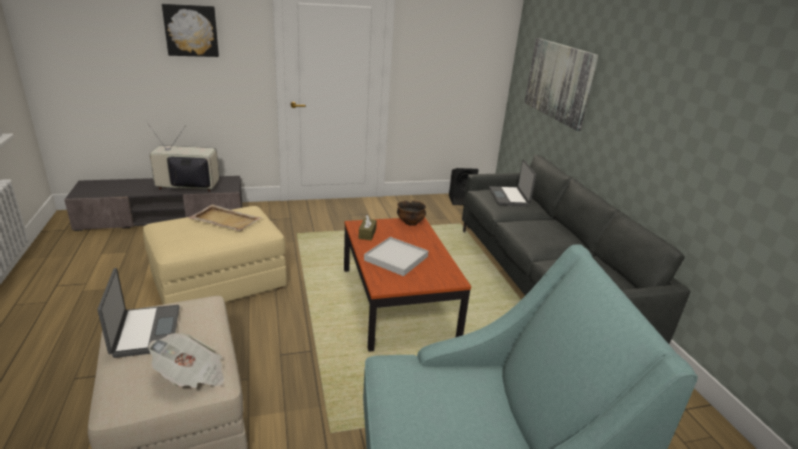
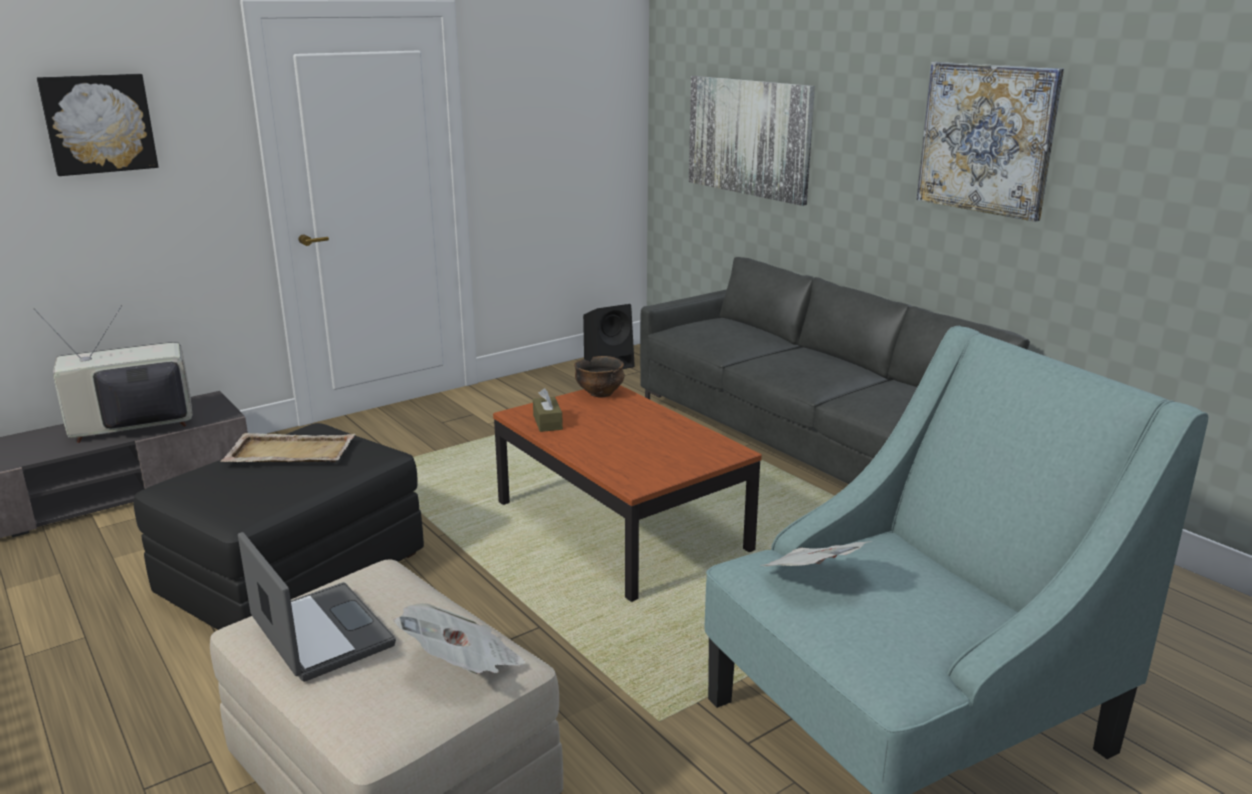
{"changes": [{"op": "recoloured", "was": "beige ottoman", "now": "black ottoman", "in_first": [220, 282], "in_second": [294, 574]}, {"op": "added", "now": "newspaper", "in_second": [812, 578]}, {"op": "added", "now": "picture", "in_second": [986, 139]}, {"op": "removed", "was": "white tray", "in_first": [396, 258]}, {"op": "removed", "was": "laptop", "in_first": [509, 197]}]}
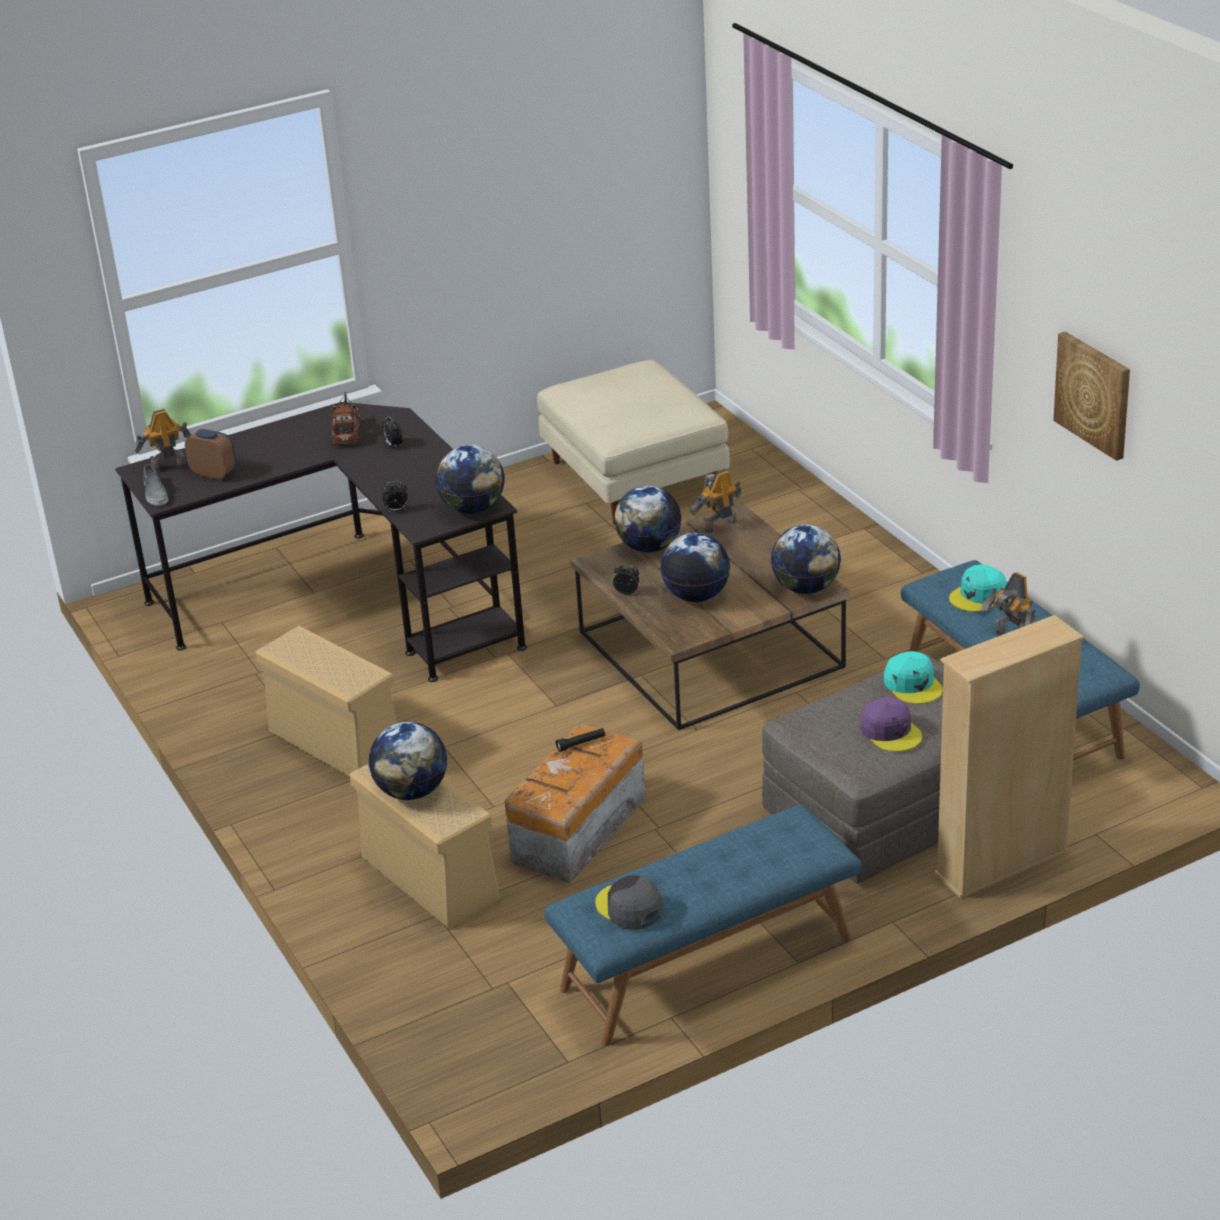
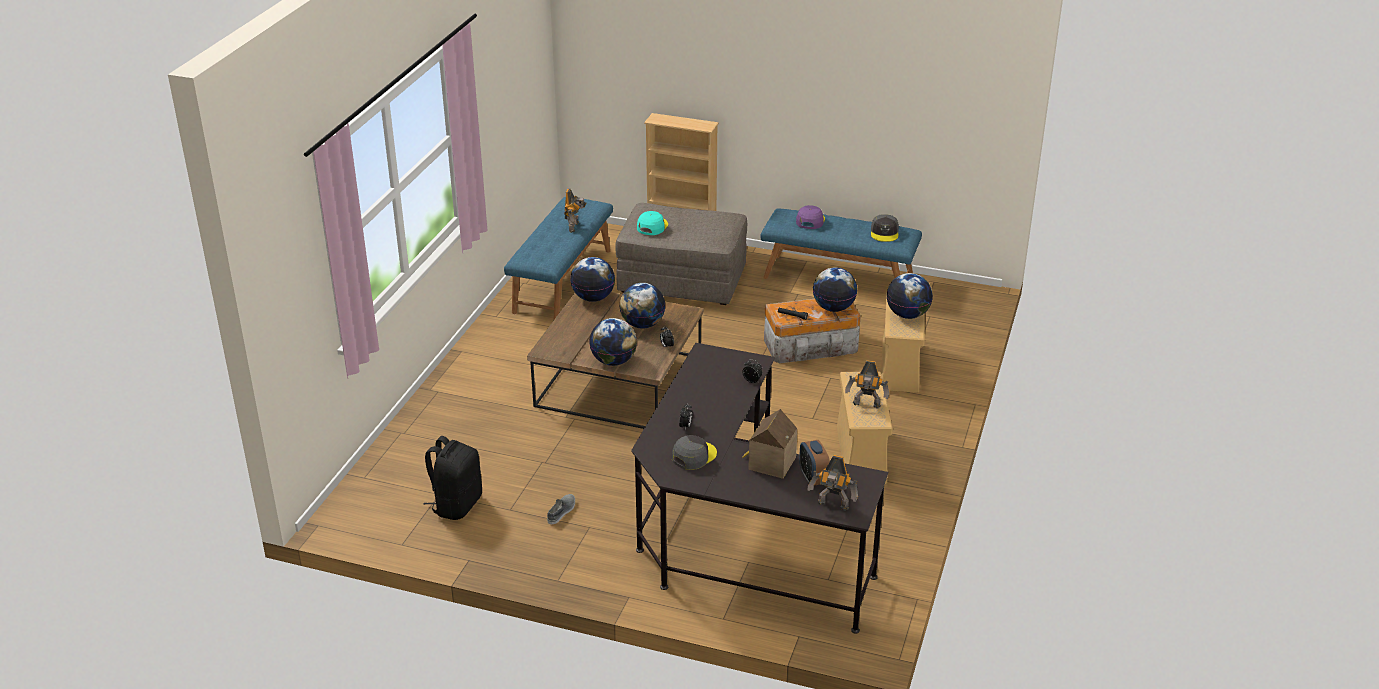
{"changes": [{"op": "replaced", "was": "beige ottoman", "now": "black backpack", "in_first": [636, 479], "in_second": [456, 505]}, {"op": "moved", "was": "grey shoe", "in_first": [155, 493], "in_second": [561, 511]}, {"op": "replaced", "was": "toy truck", "now": "grey cap", "in_first": [347, 432], "in_second": [693, 456]}, {"op": "added", "now": "toy house", "in_second": [769, 463]}, {"op": "moved", "was": "purple cap", "in_first": [890, 731], "in_second": [810, 221]}, {"op": "moved", "was": "globe", "in_first": [473, 509], "in_second": [833, 308]}, {"op": "moved", "was": "toy robot", "in_first": [718, 525], "in_second": [866, 405]}, {"op": "removed", "was": "turquoise cap", "in_first": [979, 596]}, {"op": "removed", "was": "picture", "in_first": [1094, 394]}]}
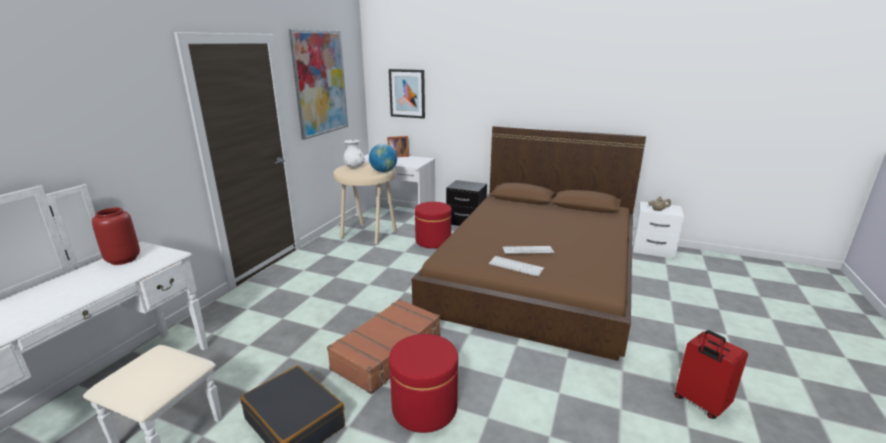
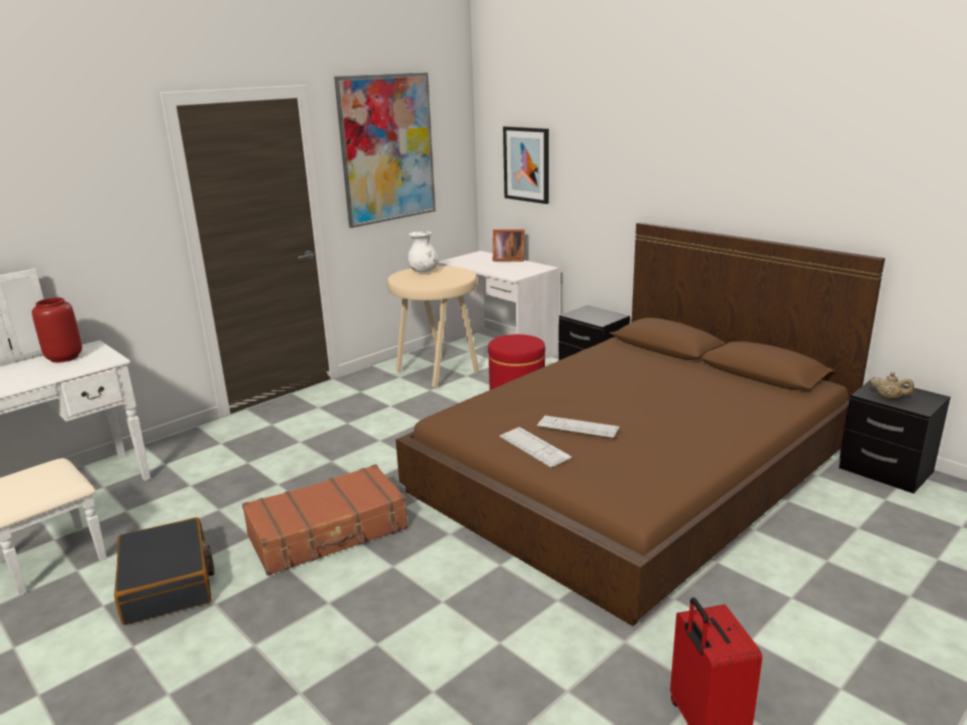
{"changes": [{"op": "recoloured", "was": "white nightstand", "now": "black nightstand", "in_first": [653, 250], "in_second": [884, 471]}, {"op": "removed", "was": "globe", "in_first": [383, 171]}, {"op": "removed", "was": "red ottoman", "in_first": [424, 407]}]}
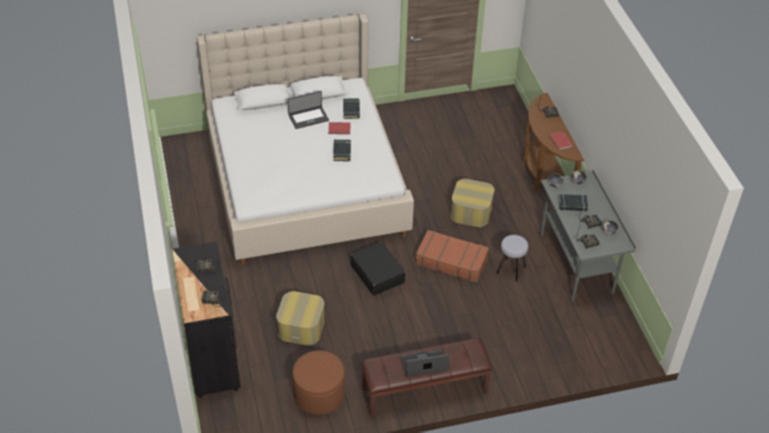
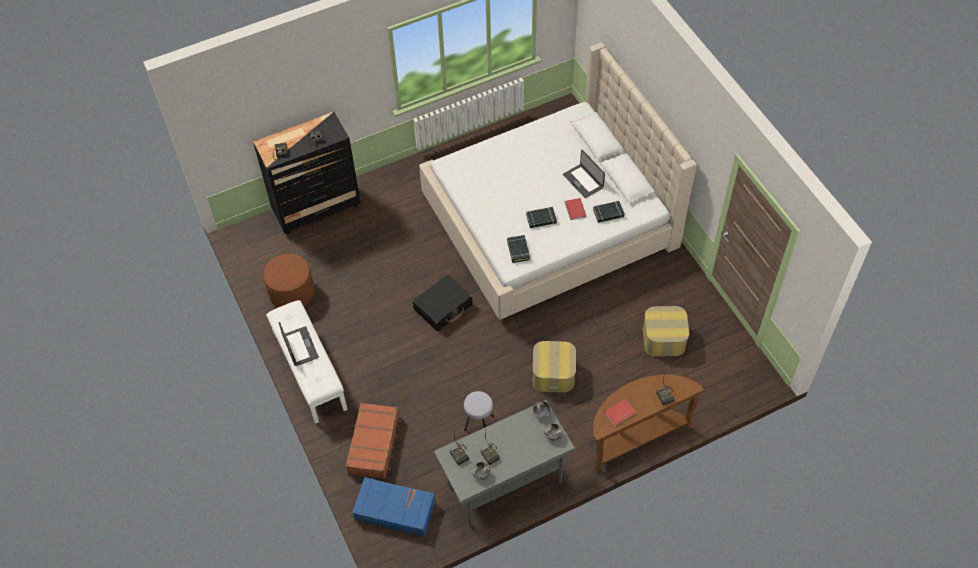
{"changes": [{"op": "recoloured", "was": "brown bench", "now": "white bench", "in_first": [424, 391], "in_second": [309, 372]}, {"op": "moved", "was": "brown suitcase", "in_first": [451, 261], "in_second": [374, 444]}, {"op": "added", "now": "blue suitcase", "in_second": [395, 510]}, {"op": "moved", "was": "black book", "in_first": [572, 204], "in_second": [518, 250]}, {"op": "moved", "was": "ottoman", "in_first": [301, 327], "in_second": [664, 338]}]}
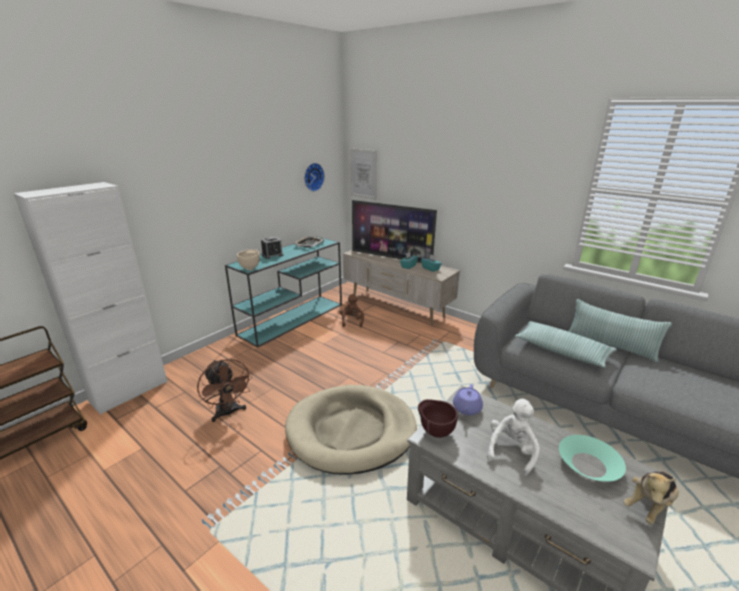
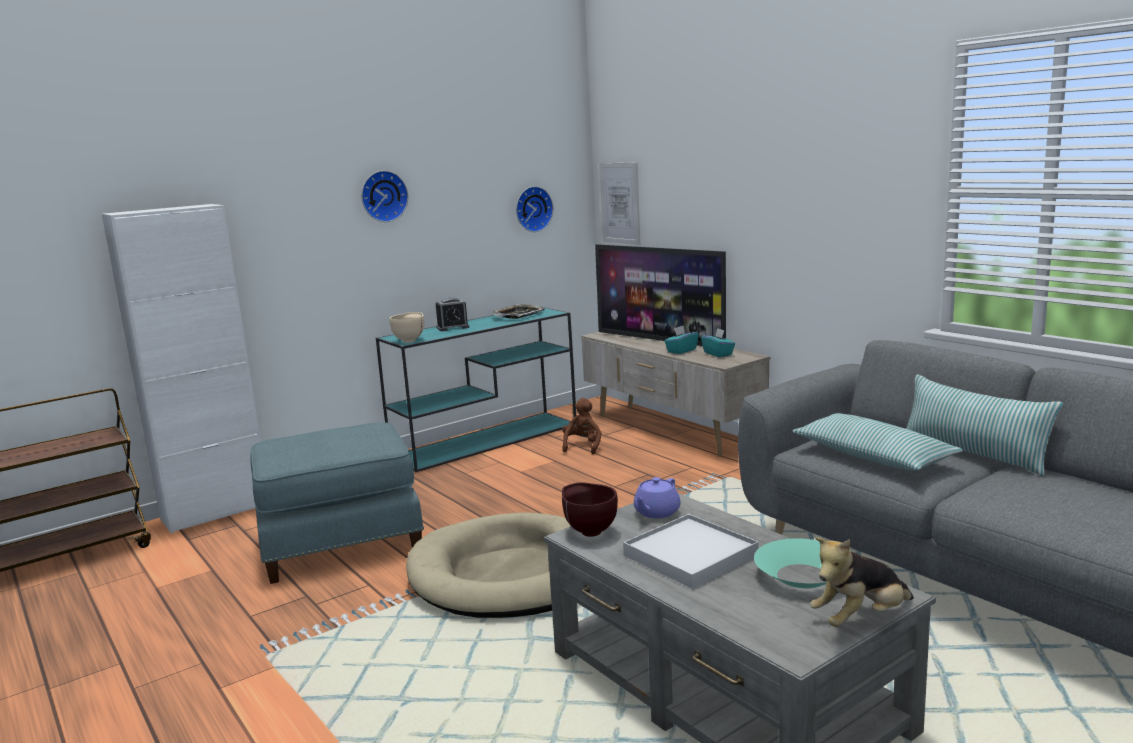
{"changes": [{"op": "replaced", "was": "brown fan", "now": "blue ottoman", "in_first": [228, 413], "in_second": [341, 543]}, {"op": "added", "now": "wall clock", "in_second": [383, 196]}, {"op": "replaced", "was": "white plush toy", "now": "white tray", "in_first": [511, 450], "in_second": [691, 555]}]}
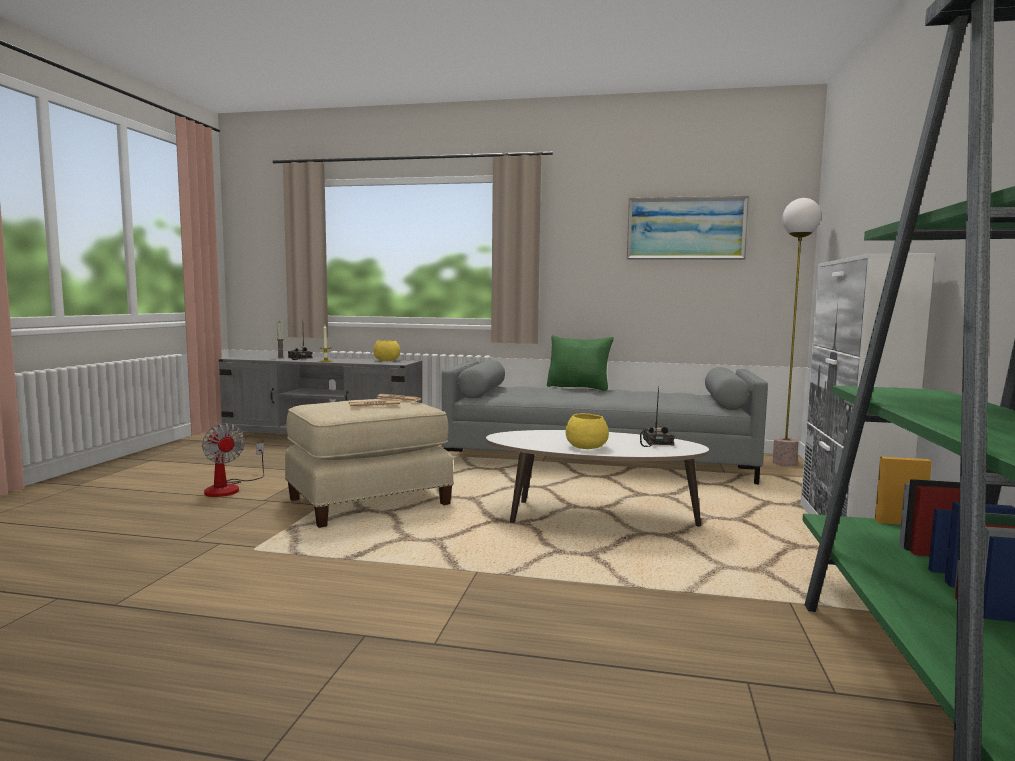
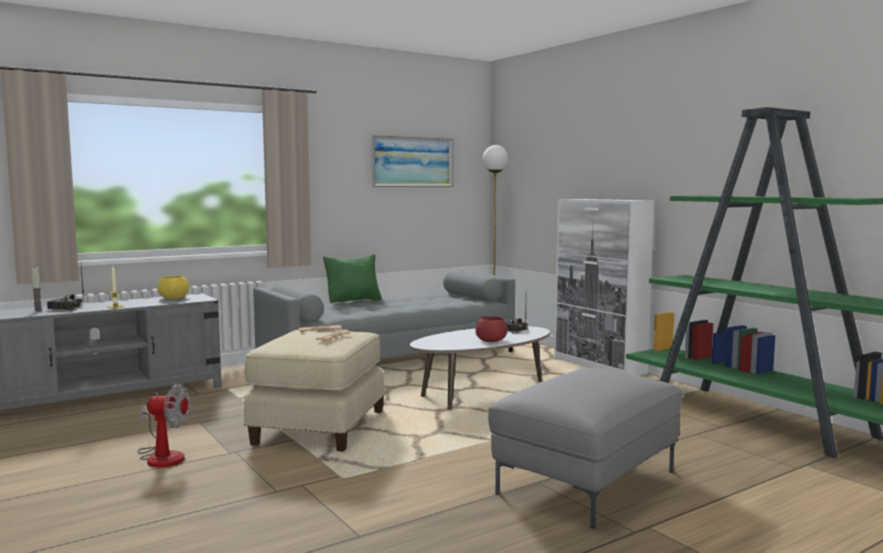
{"changes": [{"op": "recoloured", "was": "yellow bowl", "now": "red bowl", "in_first": [585, 447], "in_second": [490, 340]}, {"op": "added", "now": "grey ottoman", "in_second": [586, 481]}]}
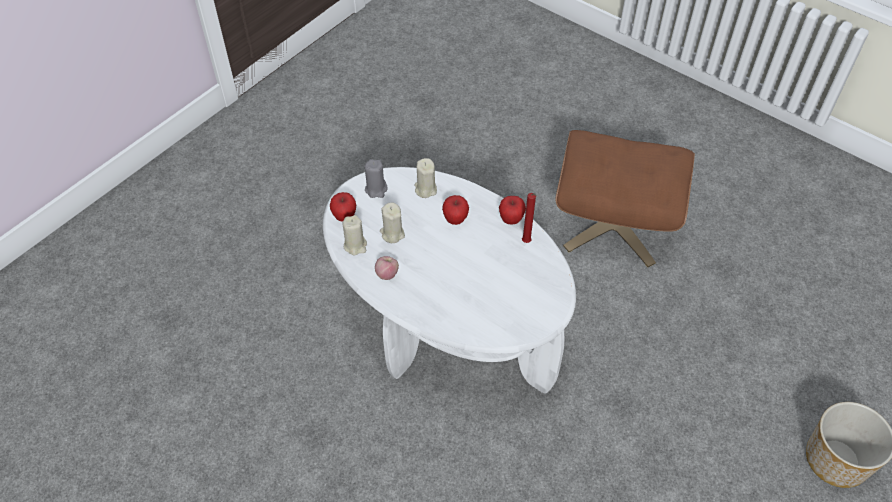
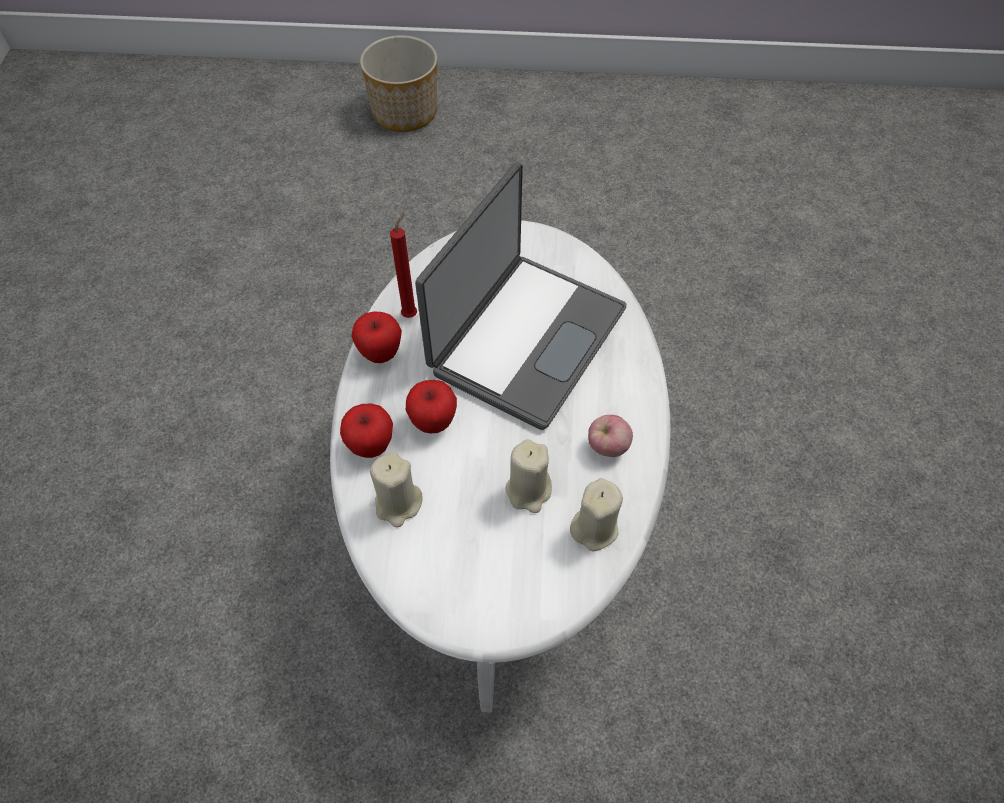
{"changes": [{"op": "moved", "was": "apple", "in_first": [344, 217], "in_second": [371, 446]}, {"op": "added", "now": "laptop", "in_second": [525, 338]}, {"op": "removed", "was": "grey candle", "in_first": [376, 189]}, {"op": "removed", "was": "brown ottoman", "in_first": [614, 224]}]}
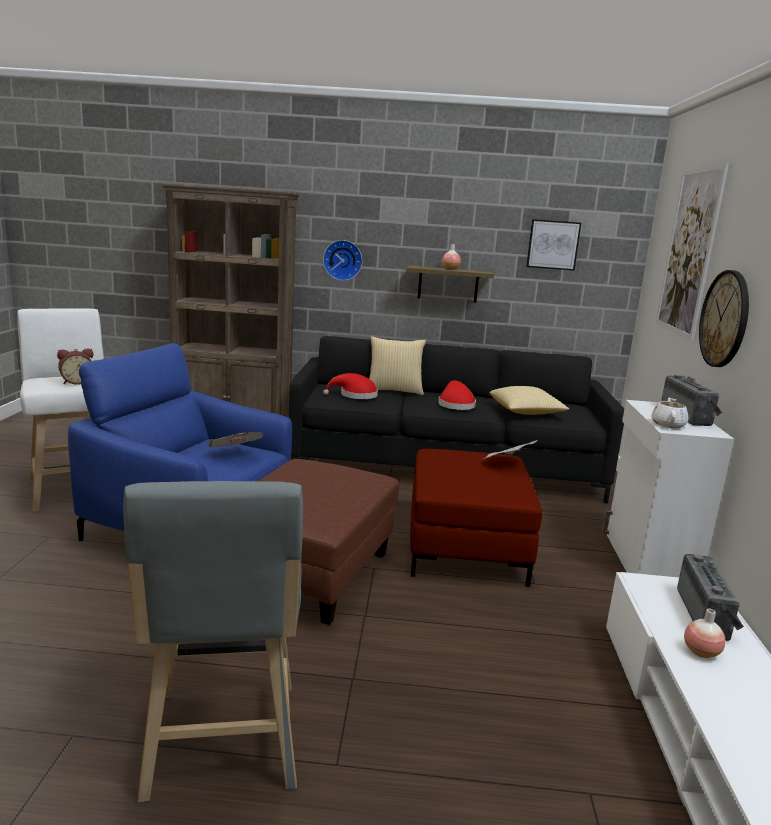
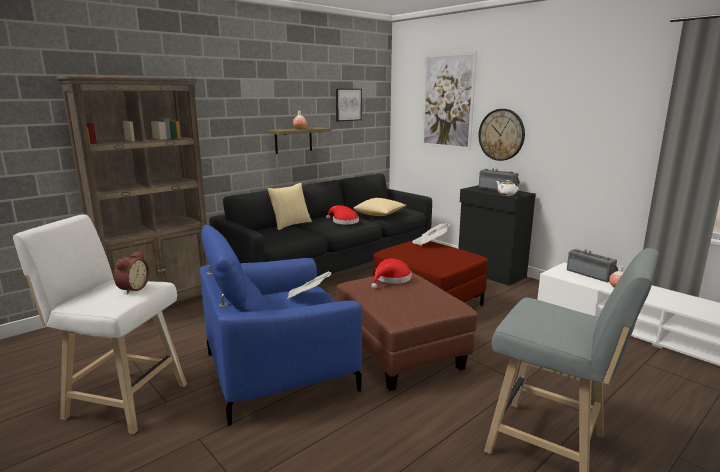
{"changes": [{"op": "moved", "was": "red hat", "in_first": [355, 395], "in_second": [391, 279]}, {"op": "recoloured", "was": "white cabinet", "now": "black cabinet", "in_first": [647, 562], "in_second": [490, 273]}, {"op": "removed", "was": "wall clock", "in_first": [343, 260]}]}
